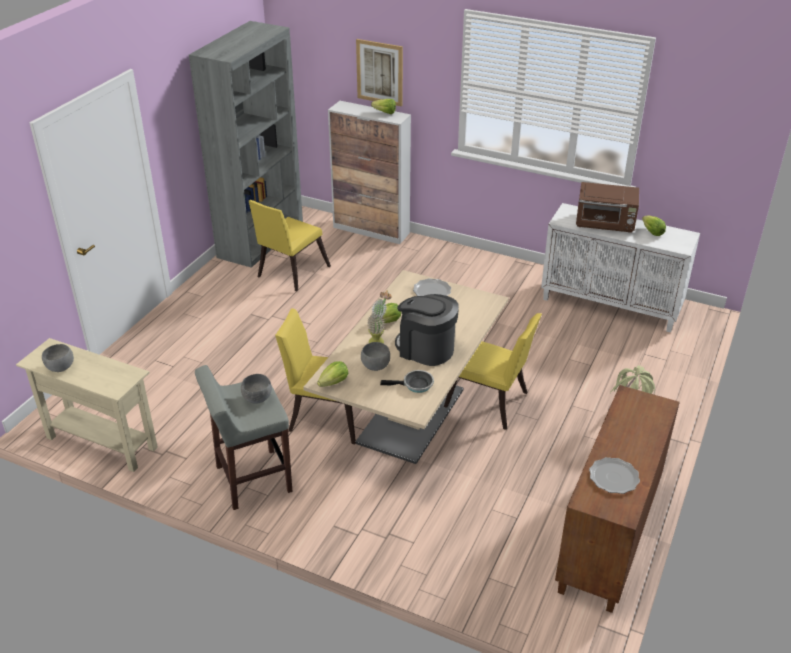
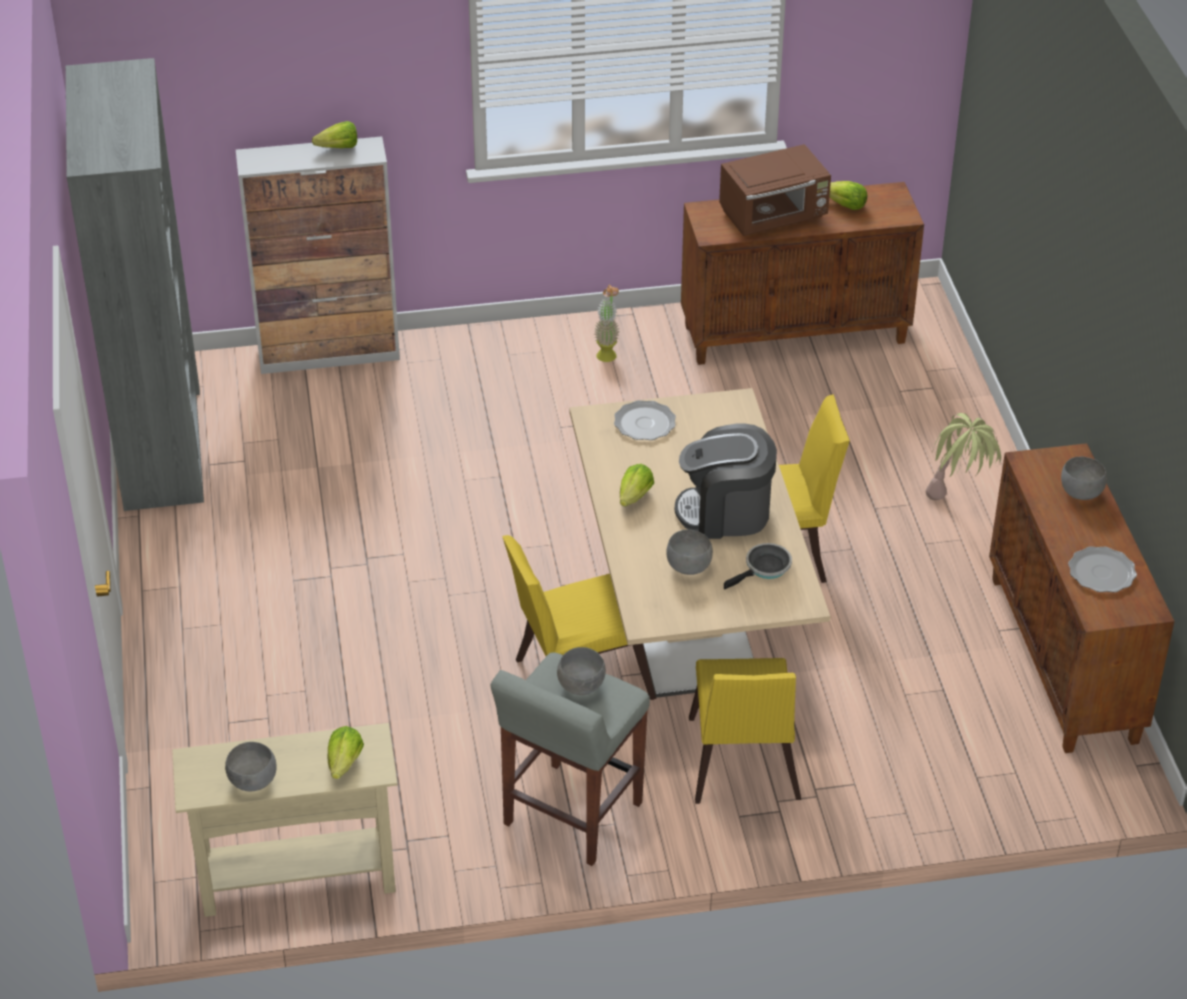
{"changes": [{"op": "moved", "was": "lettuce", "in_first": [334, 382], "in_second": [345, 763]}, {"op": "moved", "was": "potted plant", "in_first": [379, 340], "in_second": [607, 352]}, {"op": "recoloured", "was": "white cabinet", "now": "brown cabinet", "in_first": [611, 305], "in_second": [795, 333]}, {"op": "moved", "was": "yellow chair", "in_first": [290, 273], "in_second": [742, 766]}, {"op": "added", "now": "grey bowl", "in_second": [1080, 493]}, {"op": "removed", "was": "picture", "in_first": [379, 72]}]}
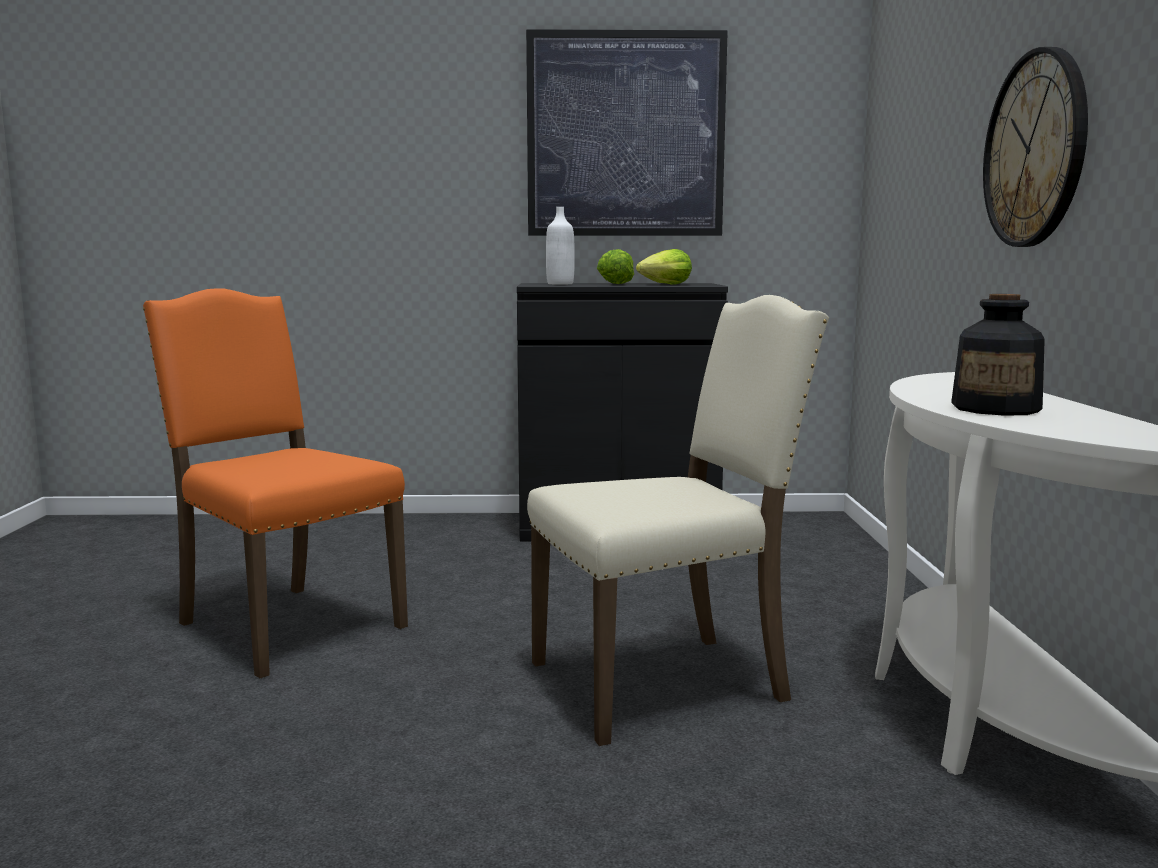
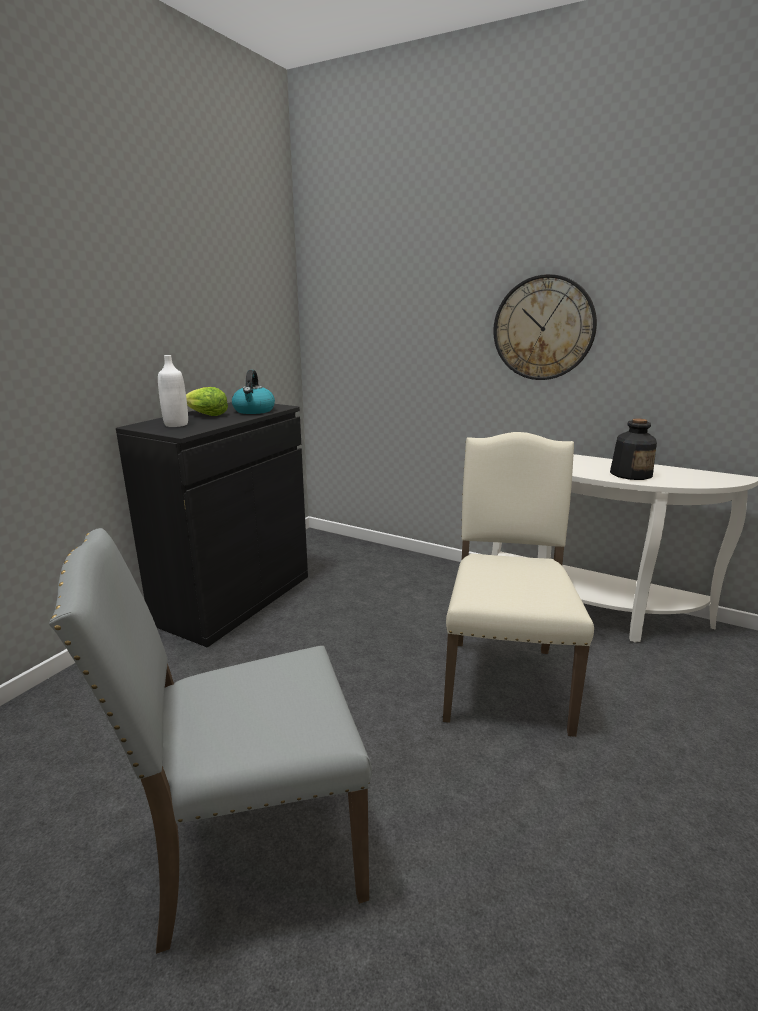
{"changes": [{"op": "recoloured", "was": "orange chair", "now": "grey chair", "in_first": [284, 625], "in_second": [251, 850]}, {"op": "replaced", "was": "lettuce", "now": "kettle", "in_first": [666, 284], "in_second": [254, 411]}, {"op": "removed", "was": "picture", "in_first": [625, 135]}]}
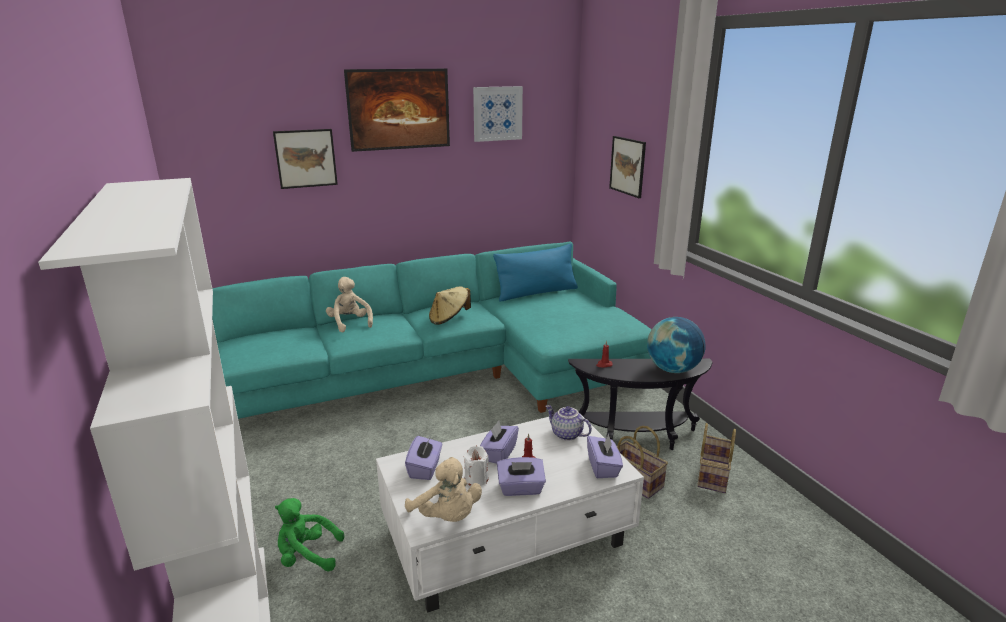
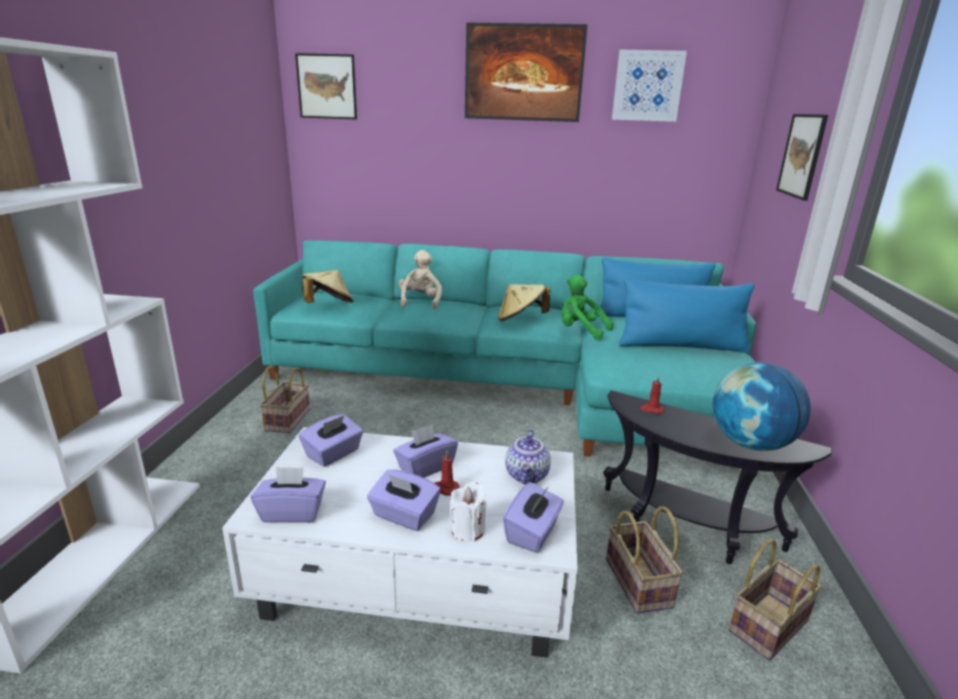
{"changes": [{"op": "replaced", "was": "beige plush toy", "now": "purple tissue box", "in_first": [447, 517], "in_second": [292, 512]}, {"op": "added", "now": "basket", "in_second": [287, 419]}, {"op": "moved", "was": "picture", "in_first": [306, 158], "in_second": [327, 86]}, {"op": "added", "now": "beige hat", "in_second": [328, 305]}, {"op": "moved", "was": "white candle", "in_first": [476, 479], "in_second": [468, 530]}, {"op": "turned", "was": "teapot", "in_first": [566, 434], "in_second": [528, 476], "clockwise": -150}, {"op": "moved", "was": "green plush toy", "in_first": [307, 556], "in_second": [580, 331]}, {"op": "added", "now": "blue pillow", "in_second": [681, 346]}]}
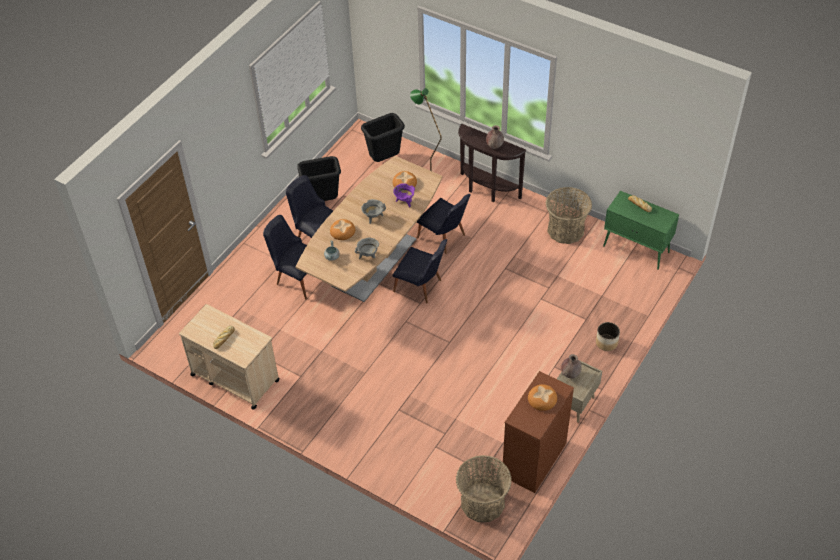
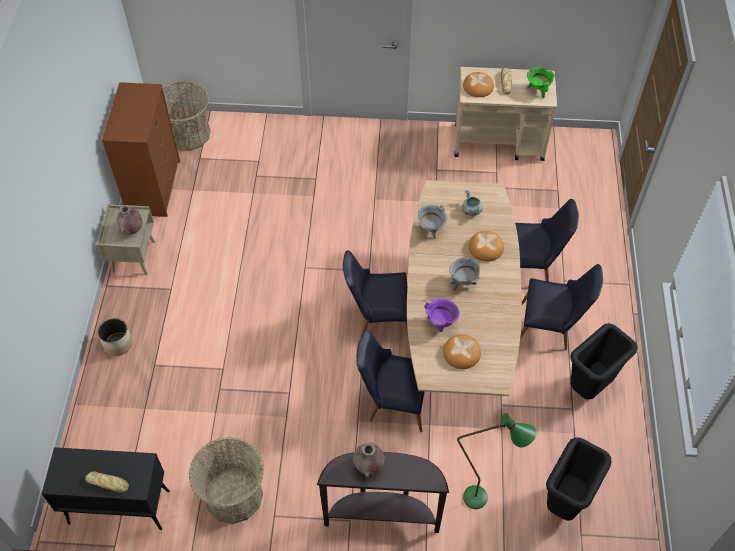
{"changes": [{"op": "recoloured", "was": "green cabinet", "now": "black cabinet", "in_first": [636, 249], "in_second": [118, 507]}, {"op": "moved", "was": "bread", "in_first": [542, 398], "in_second": [478, 87]}, {"op": "added", "now": "green cooking pot", "in_second": [538, 90]}]}
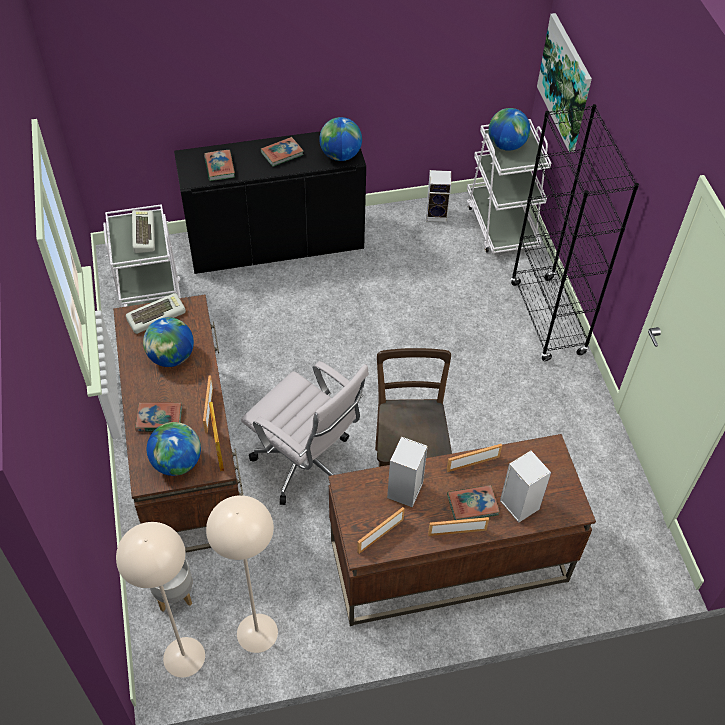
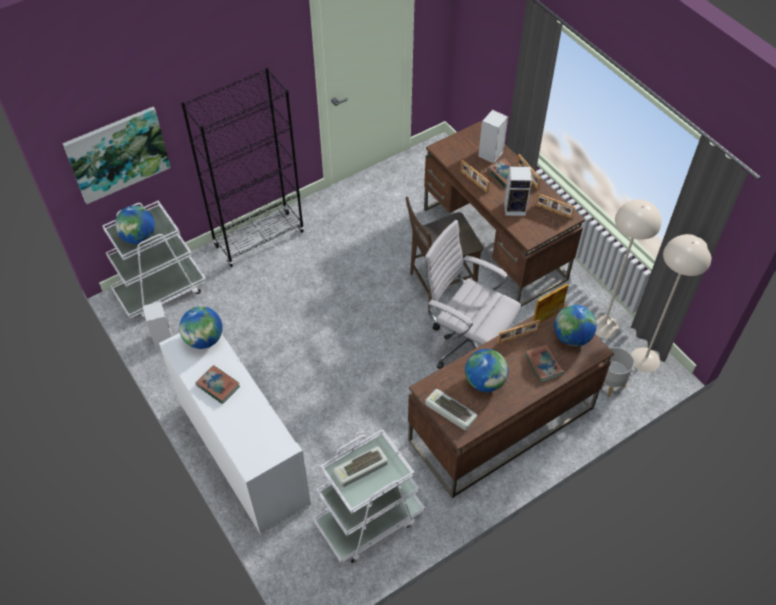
{"changes": [{"op": "recoloured", "was": "black cabinet", "now": "white cabinet", "in_first": [275, 243], "in_second": [243, 453]}, {"op": "turned", "was": "white office chair", "in_first": [307, 465], "in_second": [465, 344], "clockwise": -75}, {"op": "removed", "was": "book", "in_first": [219, 167]}]}
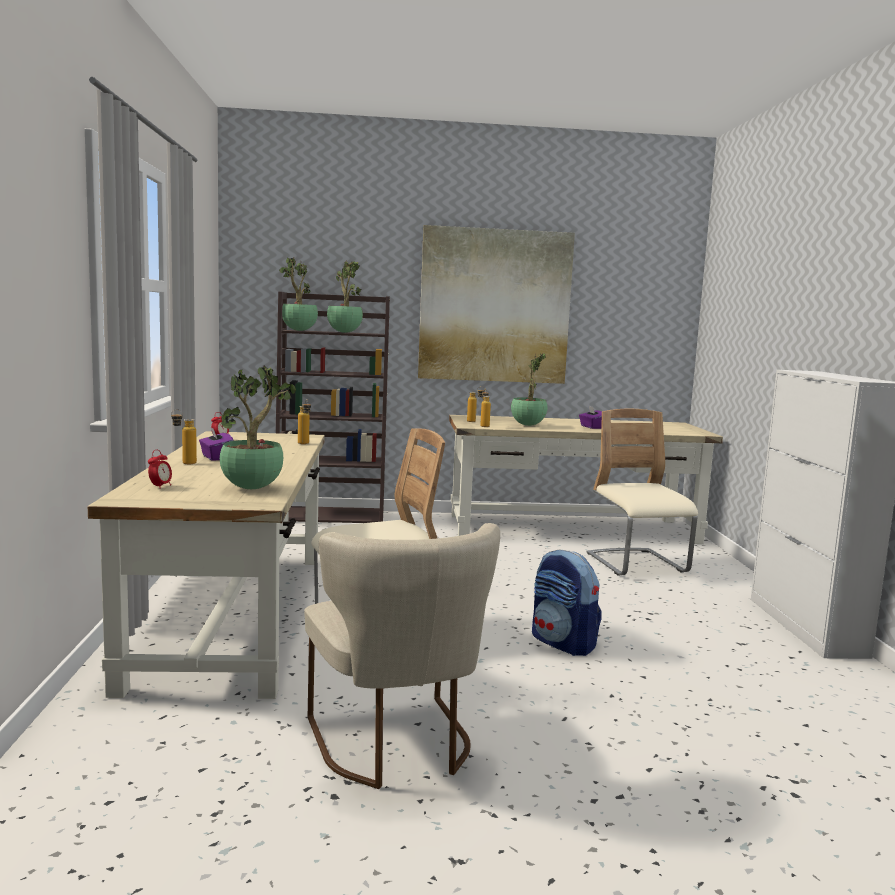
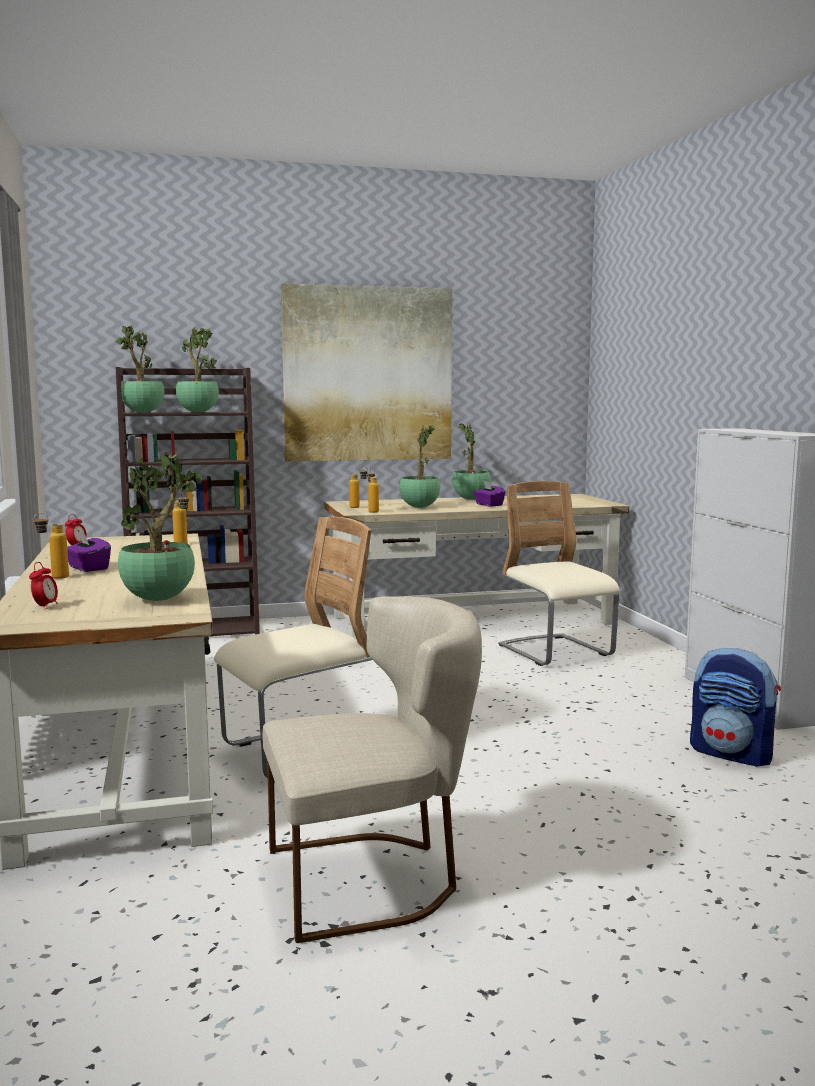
{"changes": [{"op": "turned", "was": "beige chair", "in_first": [396, 746], "in_second": [373, 879], "clockwise": -75}, {"op": "added", "now": "potted plant", "in_second": [471, 499]}, {"op": "moved", "was": "backpack", "in_first": [563, 643], "in_second": [732, 754]}]}
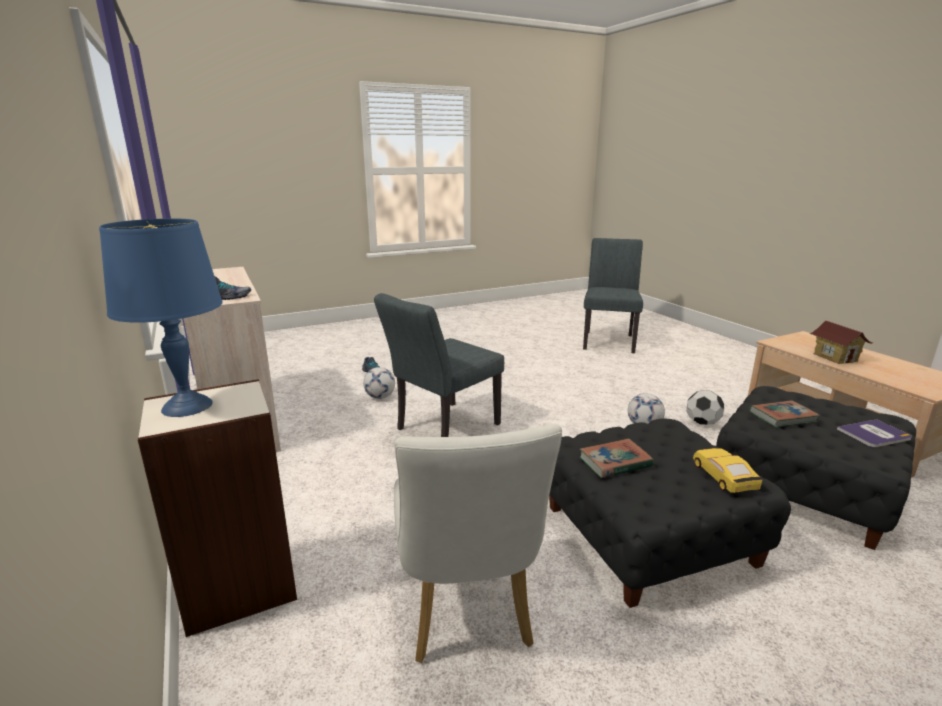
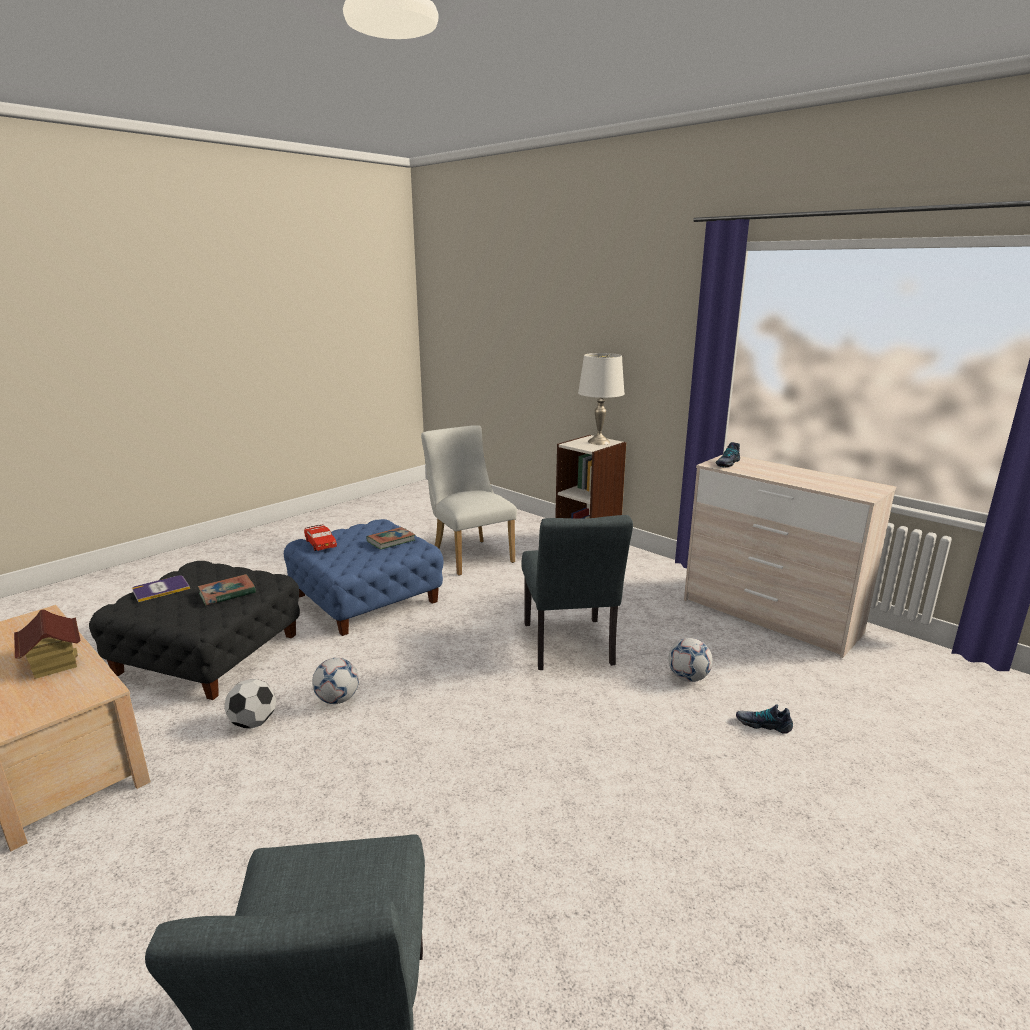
{"changes": [{"op": "recoloured", "was": "black ottoman", "now": "blue ottoman", "in_first": [648, 535], "in_second": [366, 598]}, {"op": "recoloured", "was": "yellow toy car", "now": "red toy car", "in_first": [724, 477], "in_second": [321, 543]}, {"op": "turned", "was": "grey chair", "in_first": [442, 429], "in_second": [569, 648], "clockwise": 150}, {"op": "recoloured", "was": "blue table lamp", "now": "white table lamp", "in_first": [186, 406], "in_second": [599, 442]}]}
